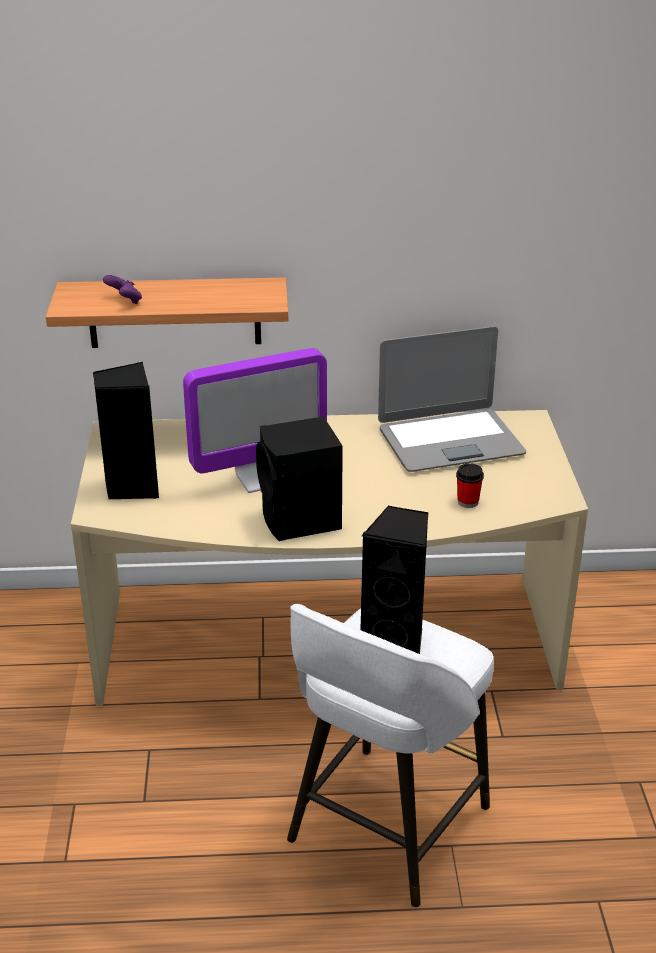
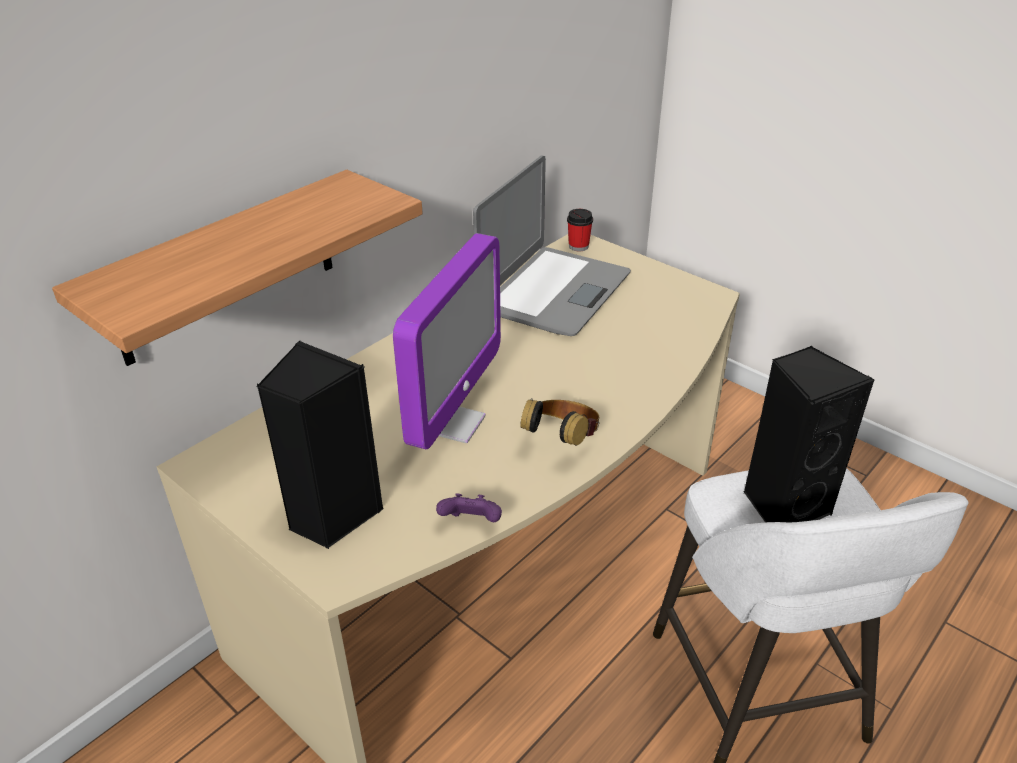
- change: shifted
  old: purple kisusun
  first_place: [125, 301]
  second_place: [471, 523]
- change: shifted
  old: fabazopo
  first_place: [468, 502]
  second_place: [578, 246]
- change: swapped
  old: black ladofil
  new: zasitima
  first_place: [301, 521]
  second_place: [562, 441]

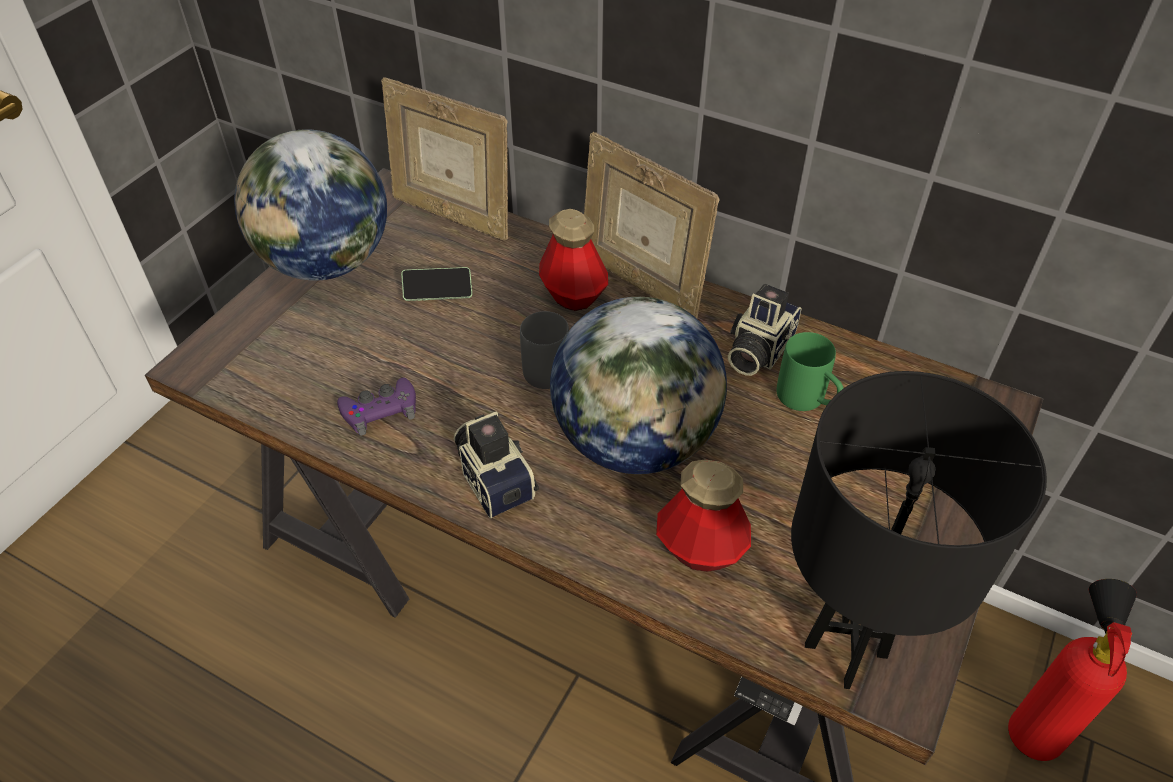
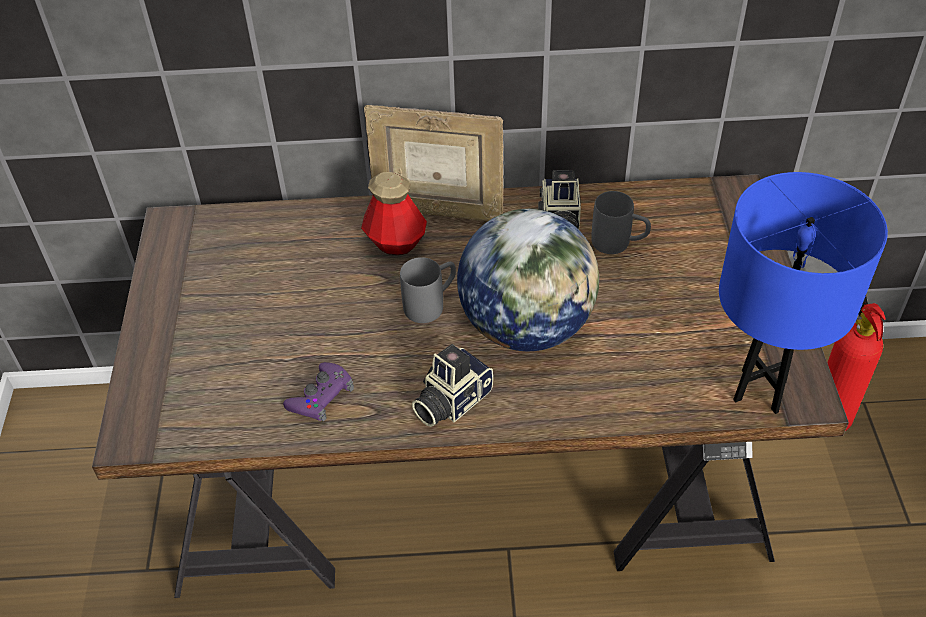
- change: gone
  old: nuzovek
  first_place: [327, 263]
- change: gone
  old: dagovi
  first_place: [452, 215]
- change: gone
  old: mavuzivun
  first_place: [438, 291]
- change: gone
  old: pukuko
  first_place: [700, 549]
- change: repainted
  old: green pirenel
  new: grey pirenel
  first_place: [808, 401]
  second_place: [619, 244]
- change: repainted
  old: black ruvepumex
  new: blue ruvepumex
  first_place: [846, 651]
  second_place: [760, 391]
- change: rotated
  old: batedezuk
  first_place: [495, 478]
  second_place: [450, 401]
  degrees: -75

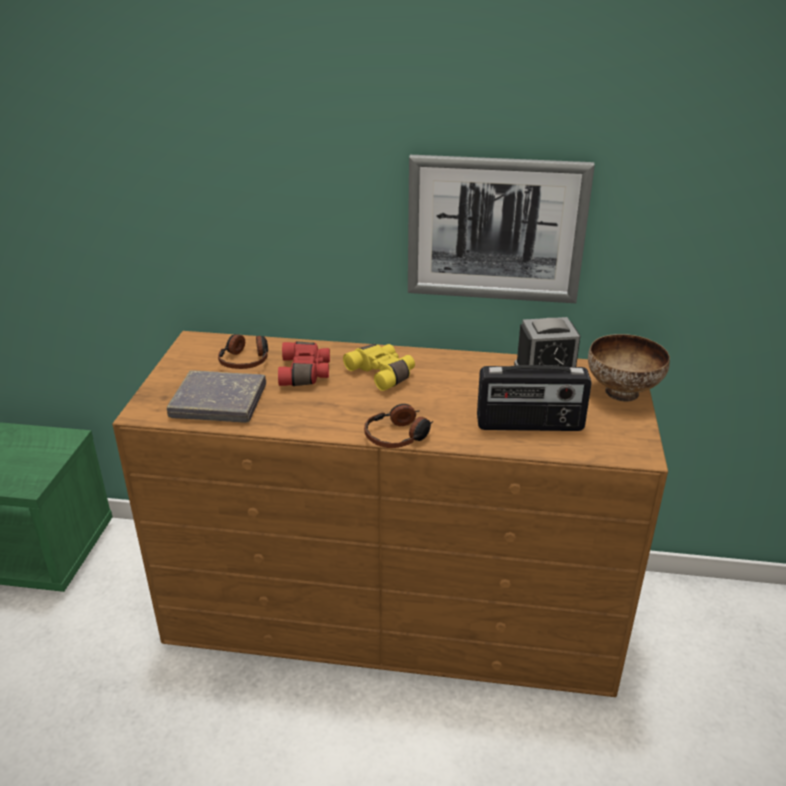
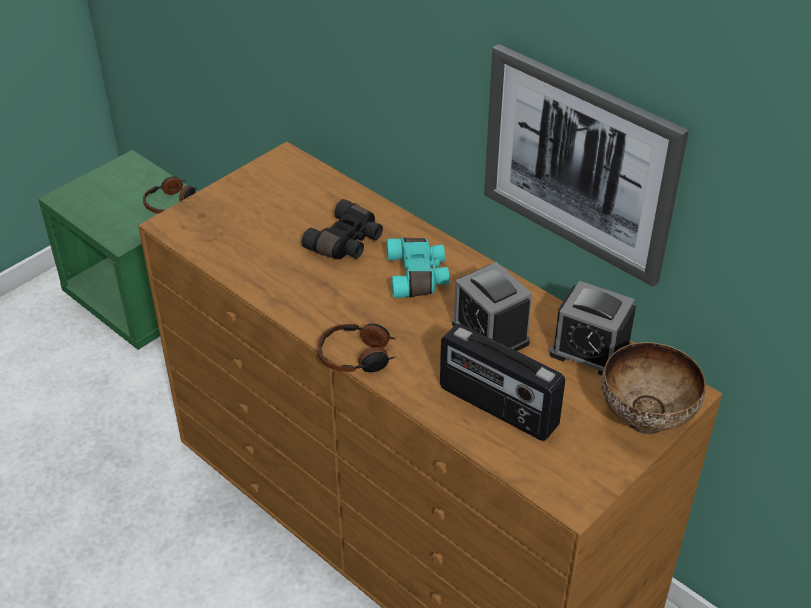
- change: gone
  old: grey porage
  first_place: [218, 402]
- change: new
  new: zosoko
  second_place: [490, 333]
- change: shifted
  old: zasitima
  first_place: [245, 360]
  second_place: [171, 203]
- change: repainted
  old: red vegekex
  new: black vegekex
  first_place: [306, 373]
  second_place: [347, 242]
- change: repainted
  old: yellow vegekex
  new: turquoise vegekex
  first_place: [383, 373]
  second_place: [418, 276]

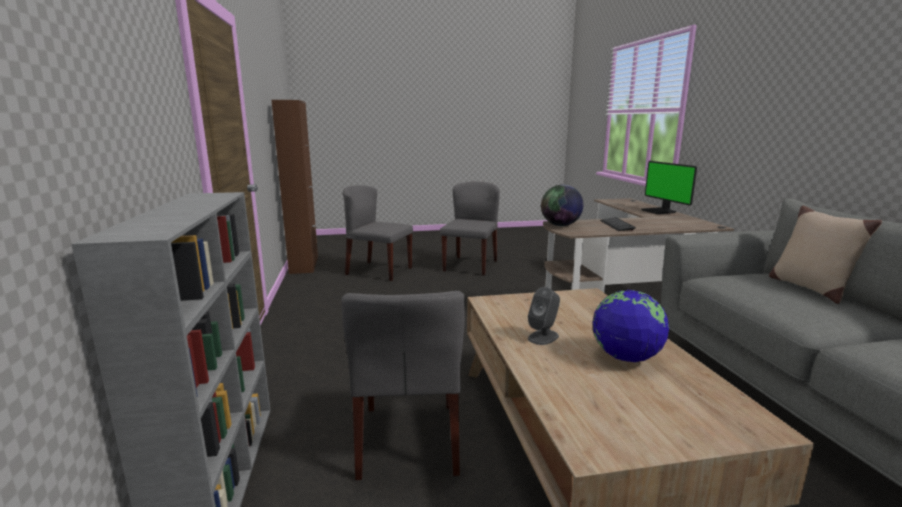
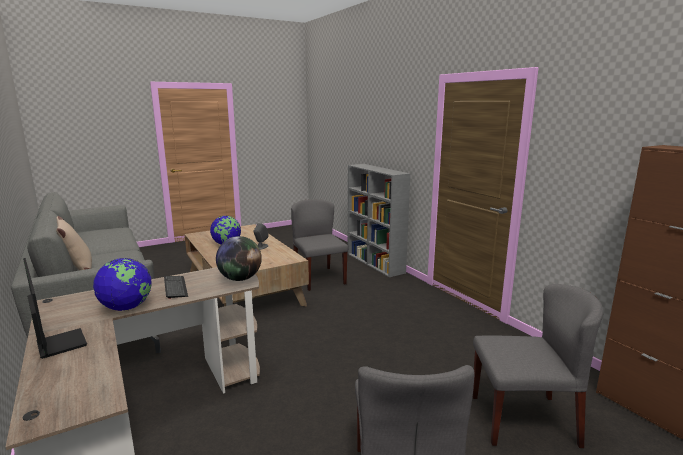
- change: new
  new: nuzovek
  second_place: [126, 307]

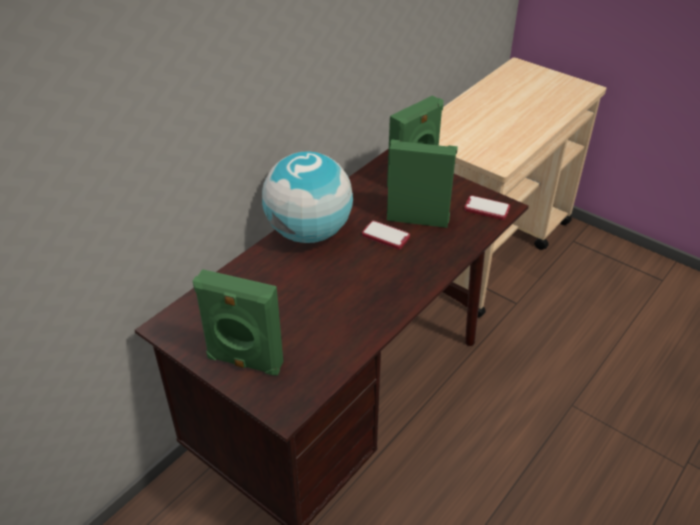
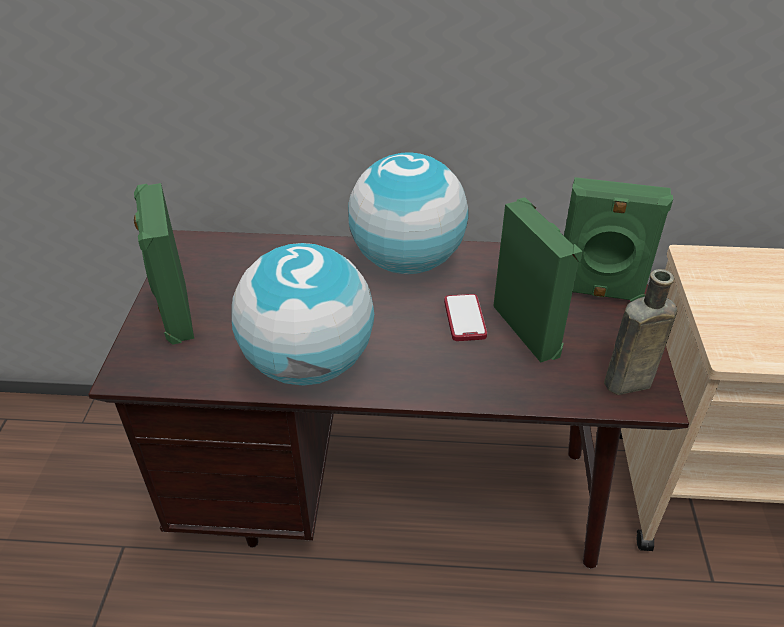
- change: new
  new: nuzovek
  second_place: [308, 363]
- change: swapped
  old: mavuzivun
  new: brown pukuko
  first_place: [486, 209]
  second_place: [625, 383]

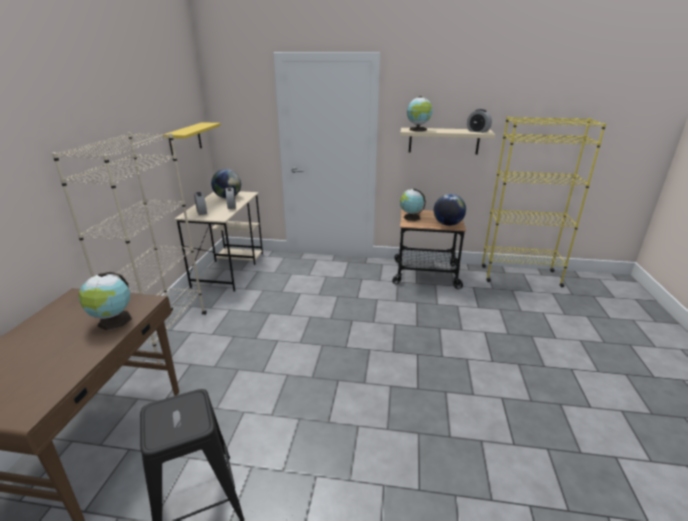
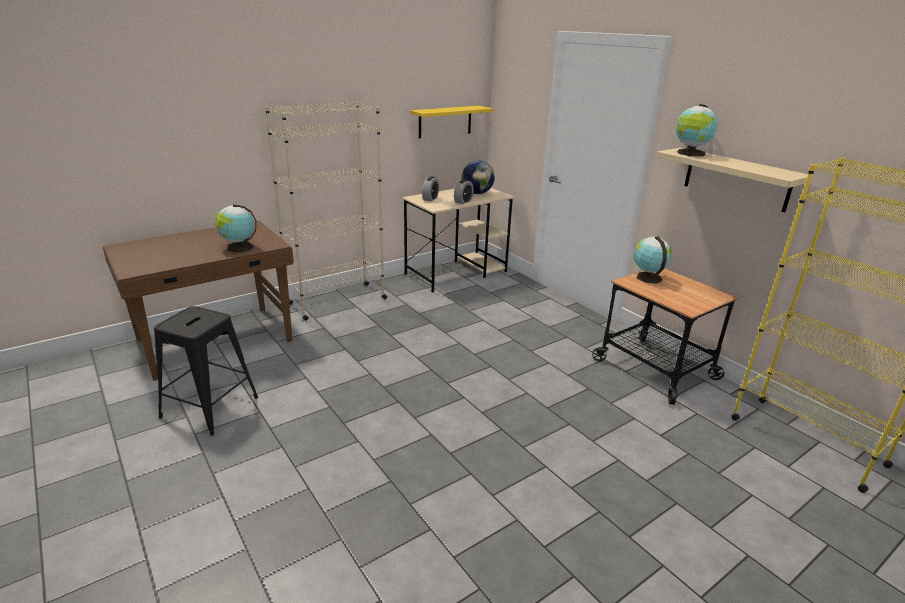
- change: gone
  old: nuzovek
  first_place: [447, 224]
- change: gone
  old: zosoko
  first_place: [477, 131]

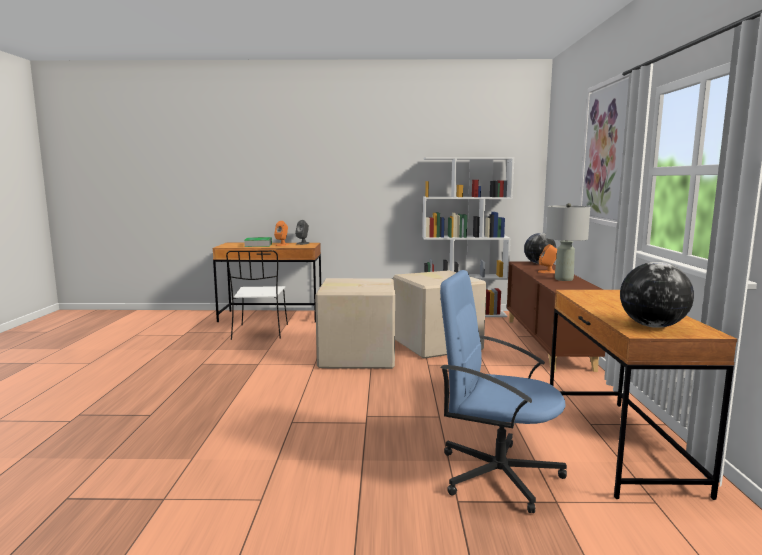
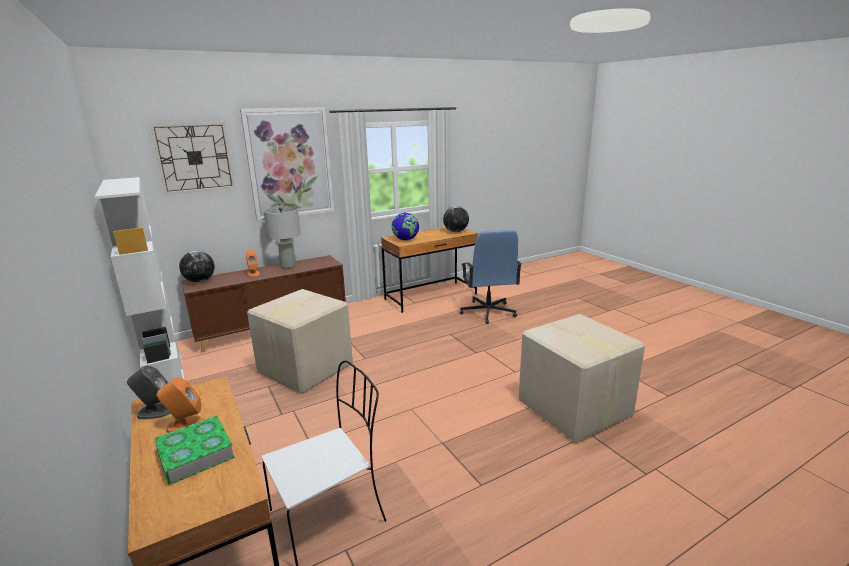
- change: new
  new: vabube
  second_place: [194, 157]
- change: new
  new: nuzovek
  second_place: [406, 240]
- change: shifted
  old: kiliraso
  first_place: [356, 356]
  second_place: [574, 409]

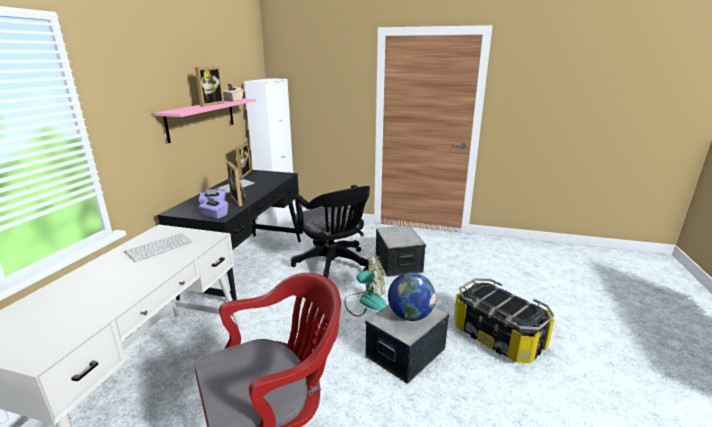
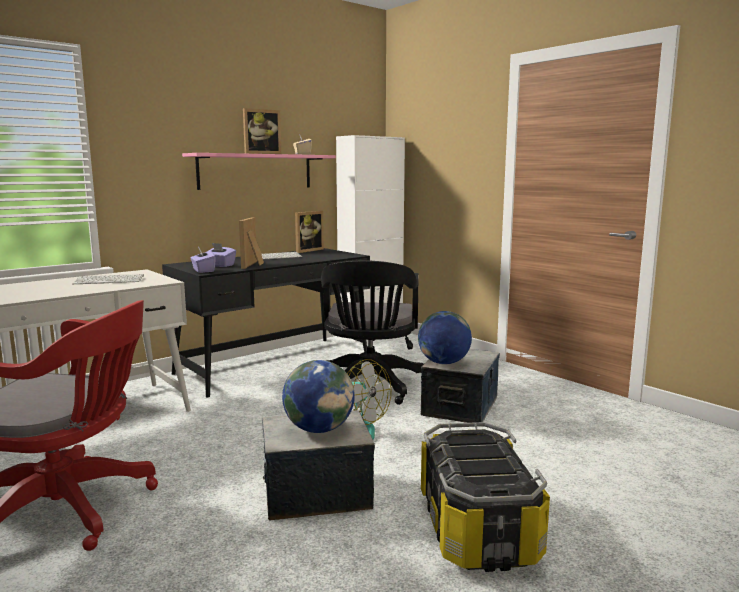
- change: new
  new: nuzovek
  second_place: [443, 363]

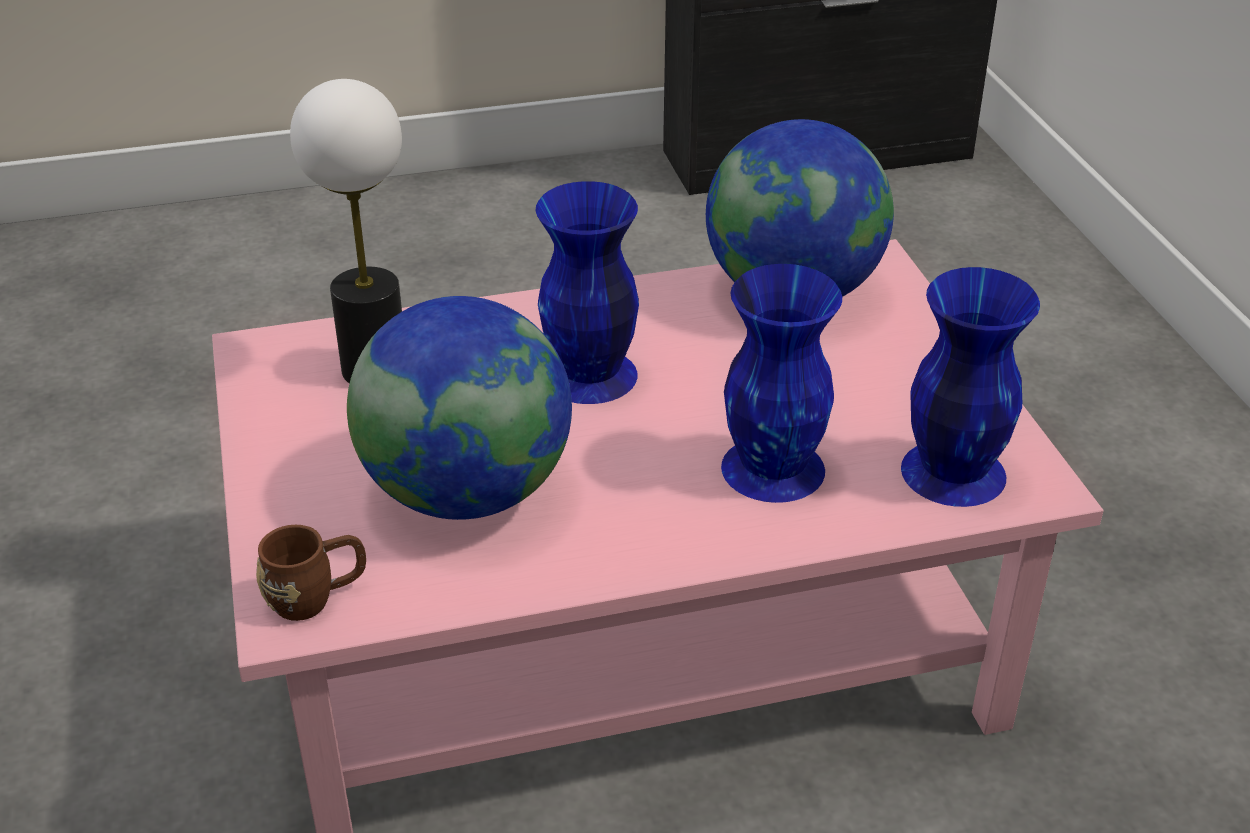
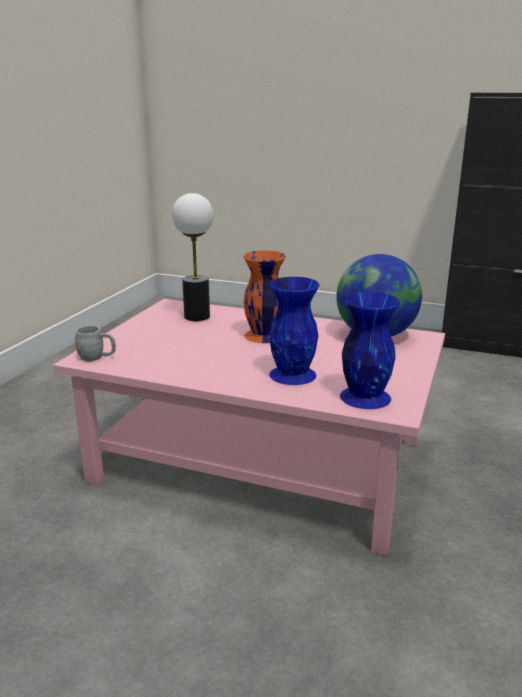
- change: gone
  old: nuzovek
  first_place: [467, 492]
- change: repainted
  old: brown pirenel
  new: grey pirenel
  first_place: [316, 597]
  second_place: [97, 357]
- change: repainted
  old: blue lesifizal
  new: orange lesifizal
  first_place: [588, 376]
  second_place: [263, 335]

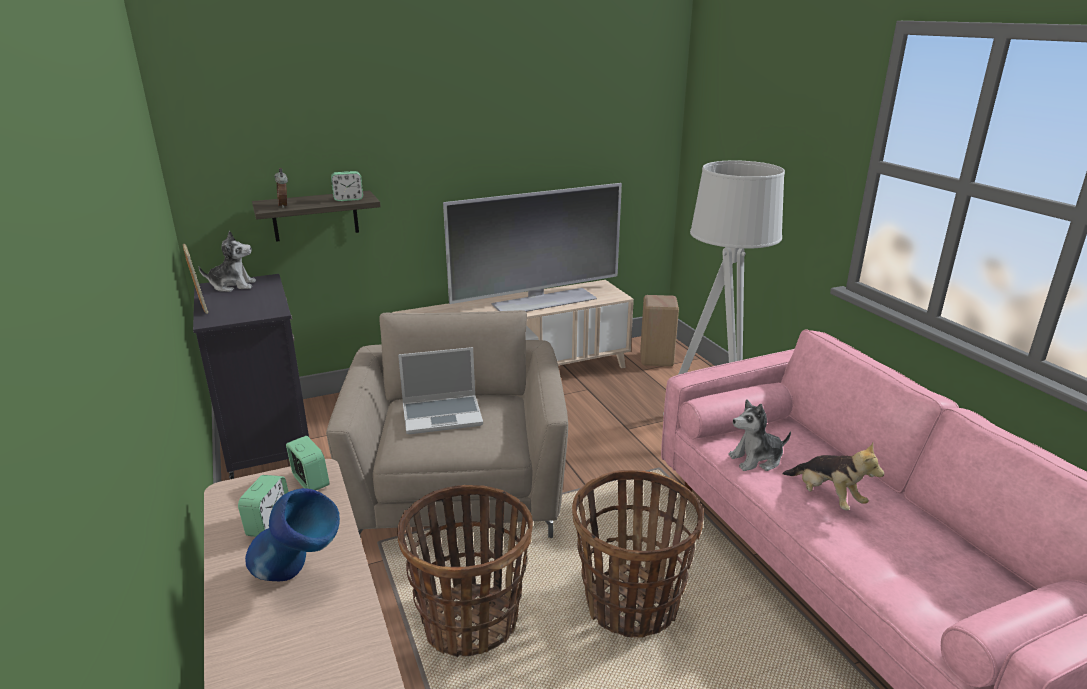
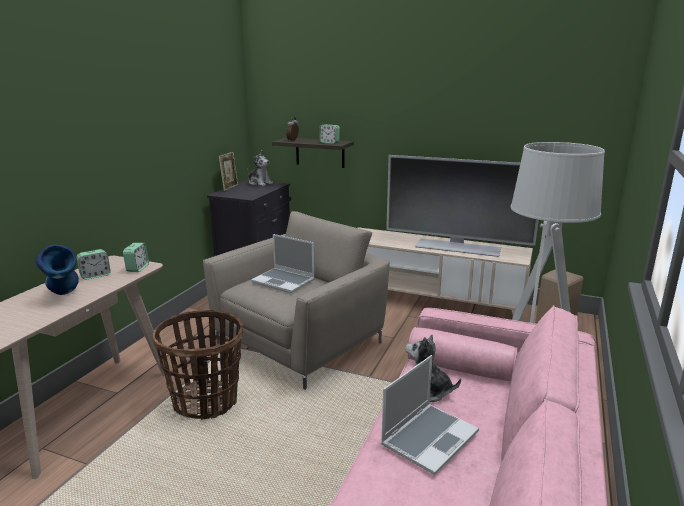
- change: gone
  old: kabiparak
  first_place: [631, 604]
- change: swapped
  old: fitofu
  new: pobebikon
  first_place: [826, 497]
  second_place: [429, 438]

